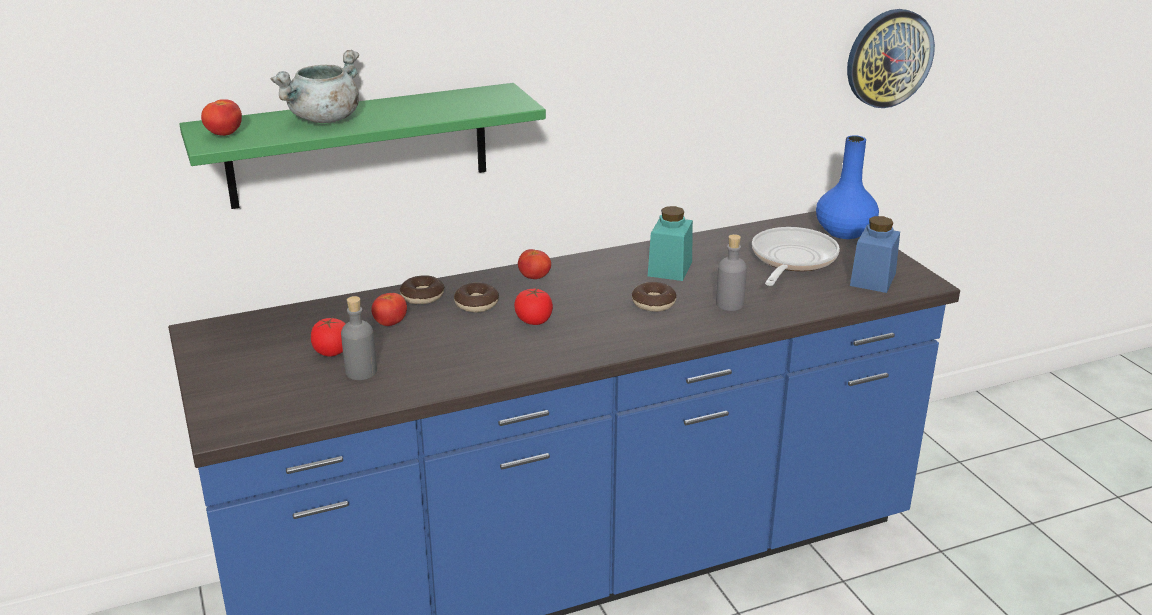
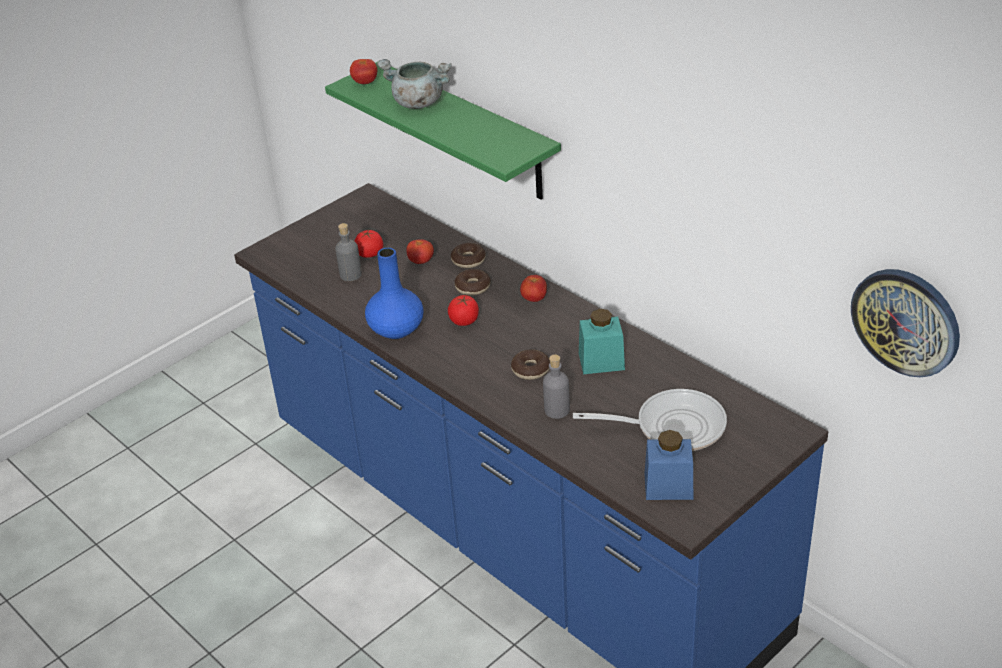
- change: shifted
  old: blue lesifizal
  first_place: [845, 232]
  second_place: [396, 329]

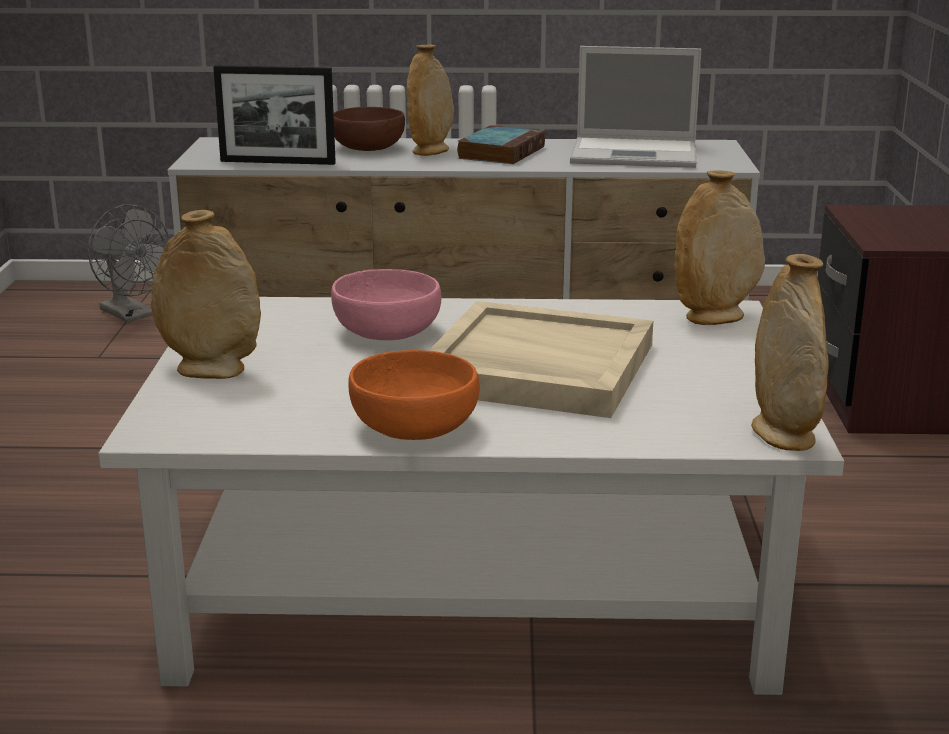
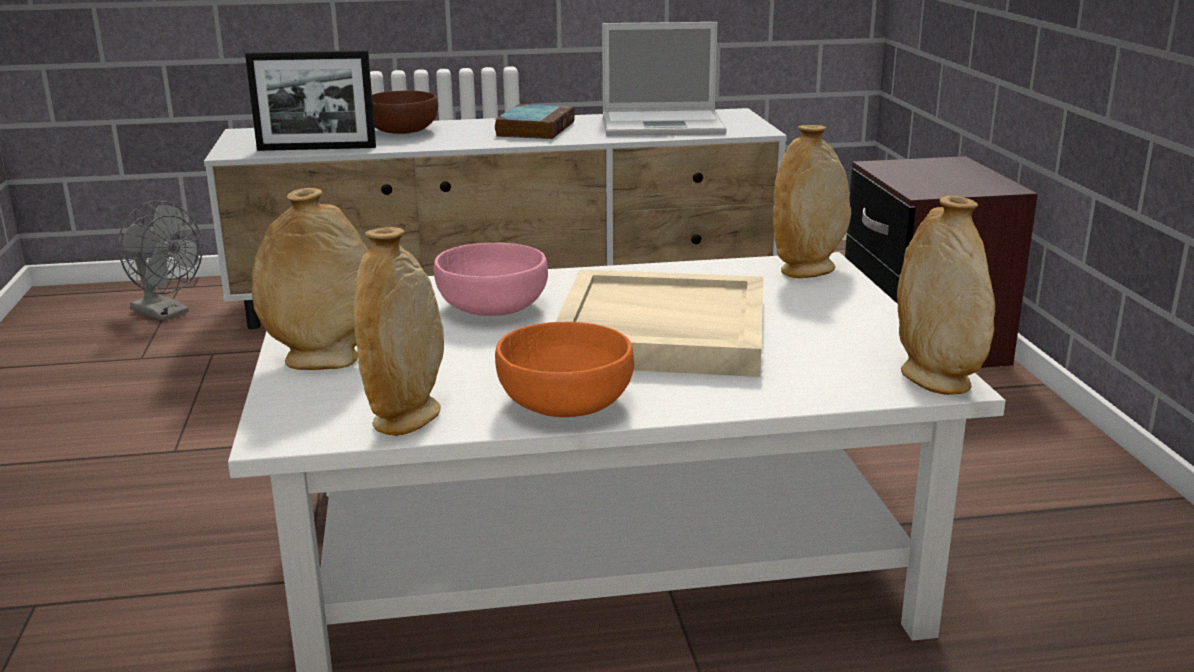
- change: shifted
  old: beige lesifizal
  first_place: [431, 151]
  second_place: [407, 418]

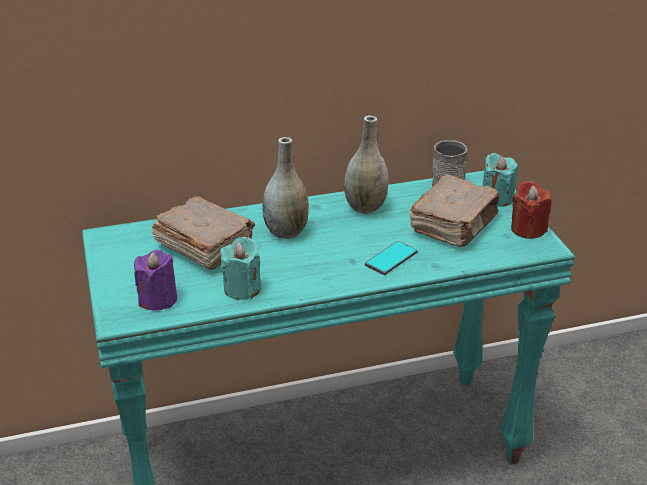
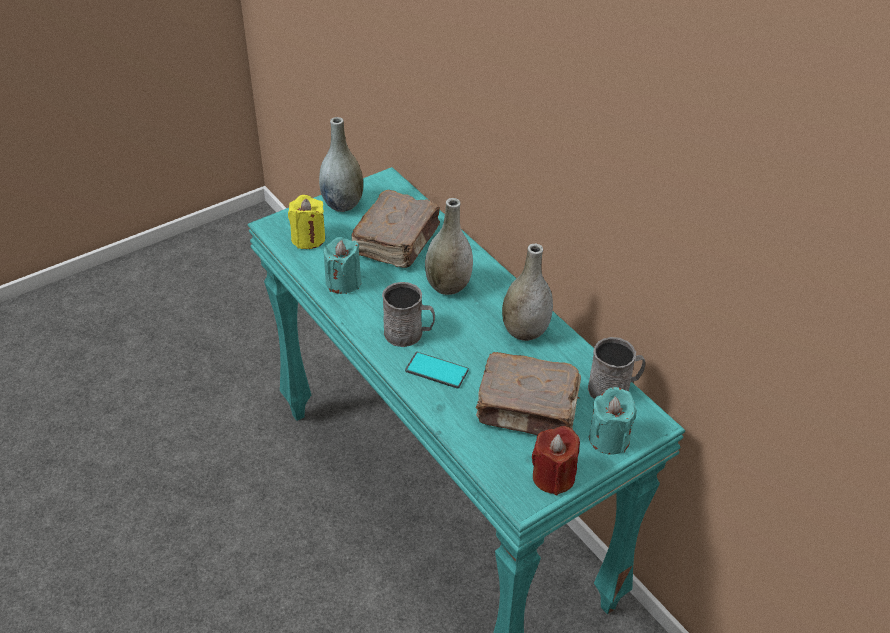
- change: new
  new: grey lesifizal
  second_place: [342, 204]
- change: new
  new: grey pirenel
  second_place: [409, 334]
- change: repainted
  old: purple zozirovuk
  new: yellow zozirovuk
  first_place: [158, 299]
  second_place: [308, 238]

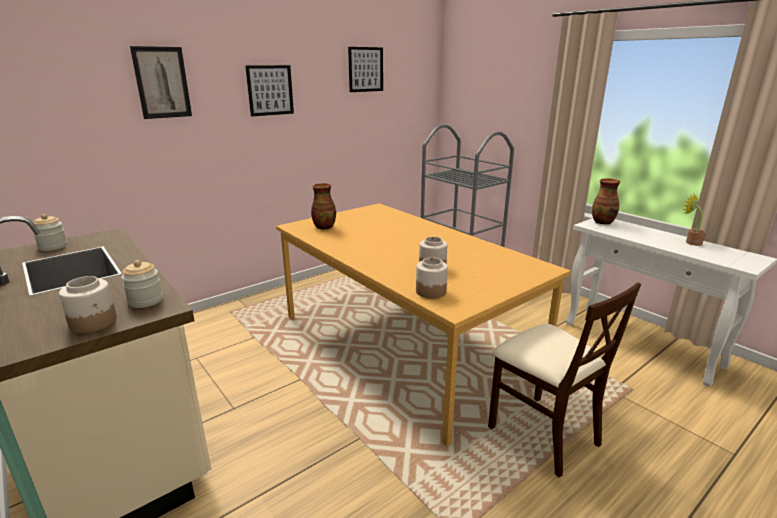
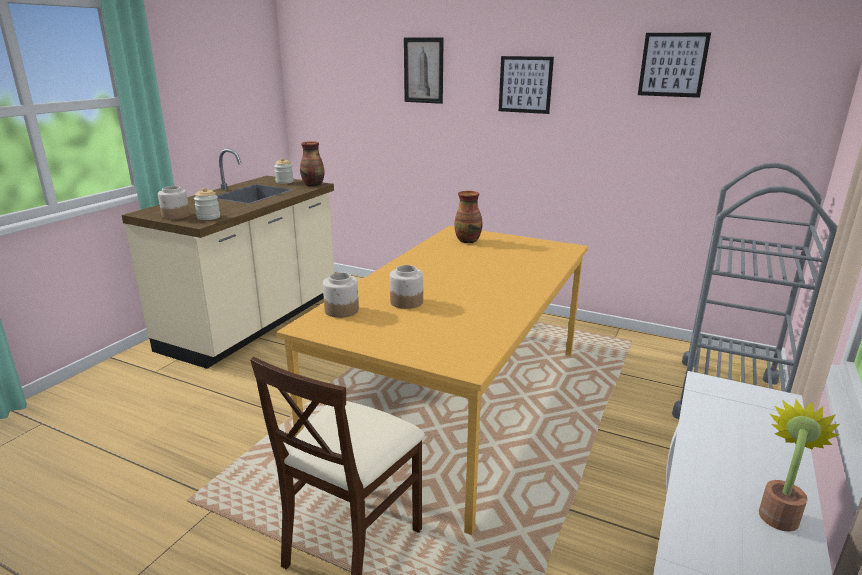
- change: shifted
  old: lesifizal
  first_place: [603, 222]
  second_place: [313, 185]

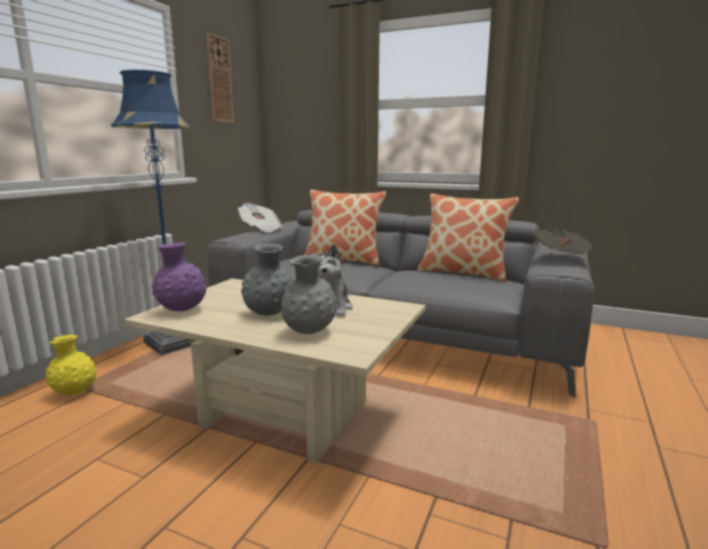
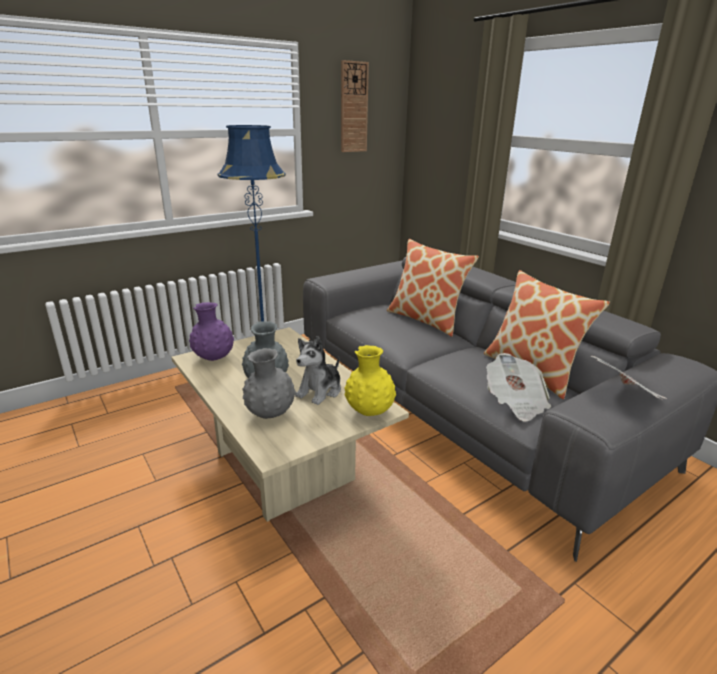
- change: shifted
  old: yellow lesifizal
  first_place: [75, 392]
  second_place: [369, 412]
- change: shifted
  old: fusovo
  first_place: [261, 229]
  second_place: [515, 402]

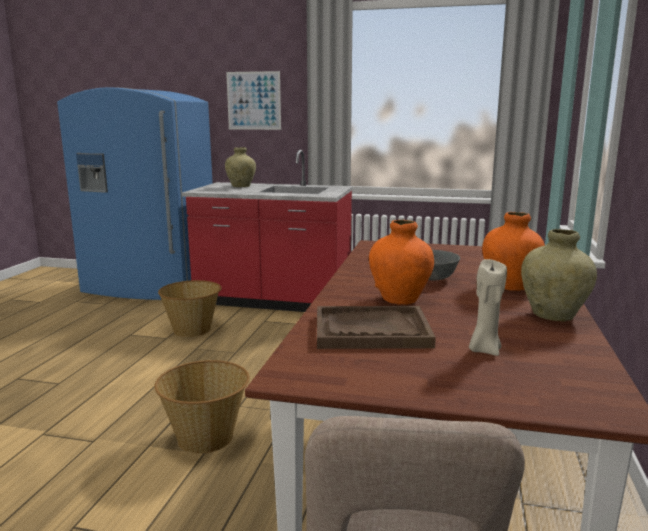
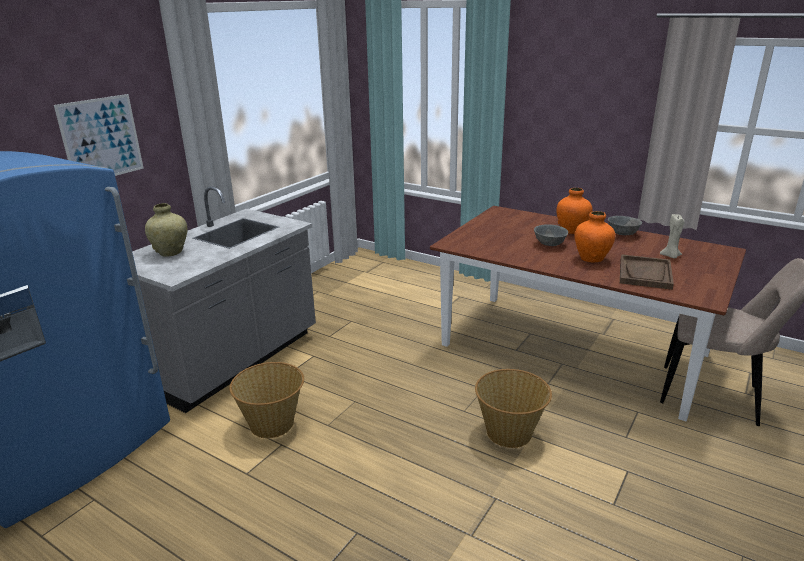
- change: swapped
  old: beige lesifizal
  new: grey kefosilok
  first_place: [553, 315]
  second_place: [622, 234]
- change: repainted
  old: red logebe
  new: grey logebe
  first_place: [273, 301]
  second_place: [234, 361]

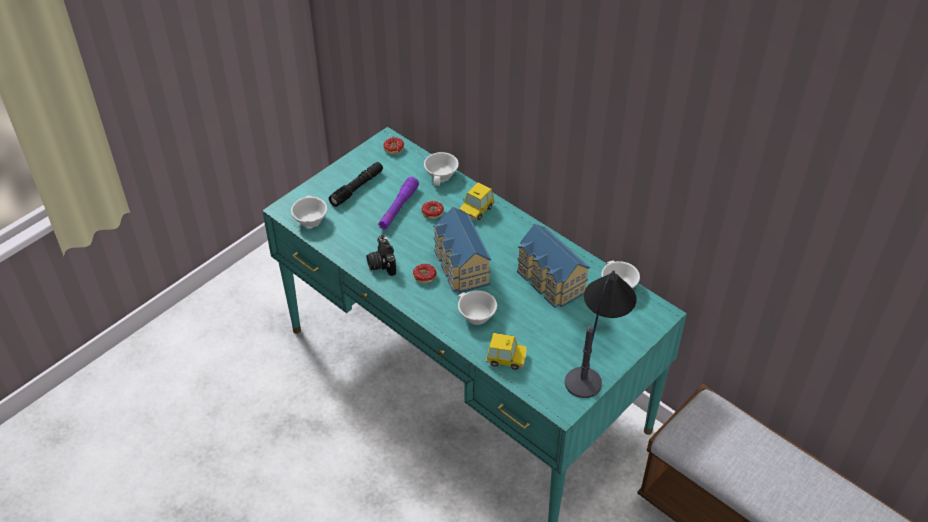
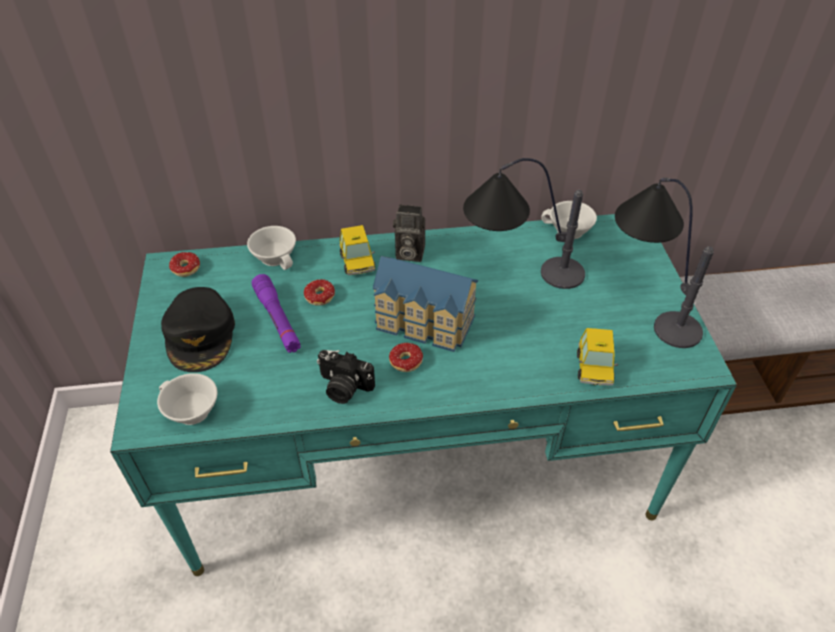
- change: gone
  old: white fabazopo
  first_place: [475, 316]
- change: new
  new: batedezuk
  second_place: [408, 253]
- change: swapped
  old: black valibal
  new: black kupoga
  first_place: [357, 188]
  second_place: [201, 335]
- change: swapped
  old: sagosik
  new: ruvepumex
  first_place: [549, 282]
  second_place: [517, 271]
- change: rotated
  old: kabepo
  first_place: [506, 358]
  second_place: [594, 368]
  degrees: 135

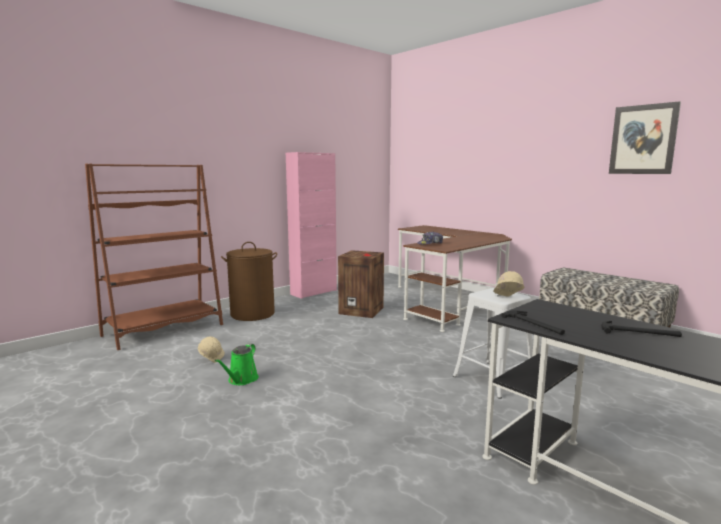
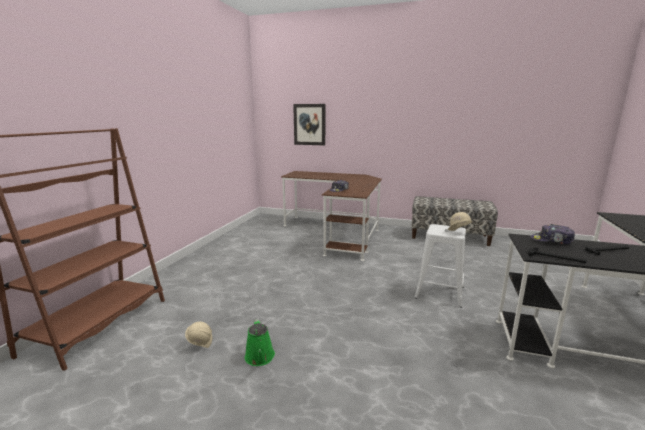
- change: gone
  old: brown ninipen
  first_place: [252, 314]
- change: gone
  old: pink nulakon
  first_place: [313, 292]
- change: gone
  old: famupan
  first_place: [362, 310]
- change: new
  new: kupoga
  second_place: [551, 241]
- change: shifted
  old: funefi
  first_place: [643, 139]
  second_place: [309, 124]

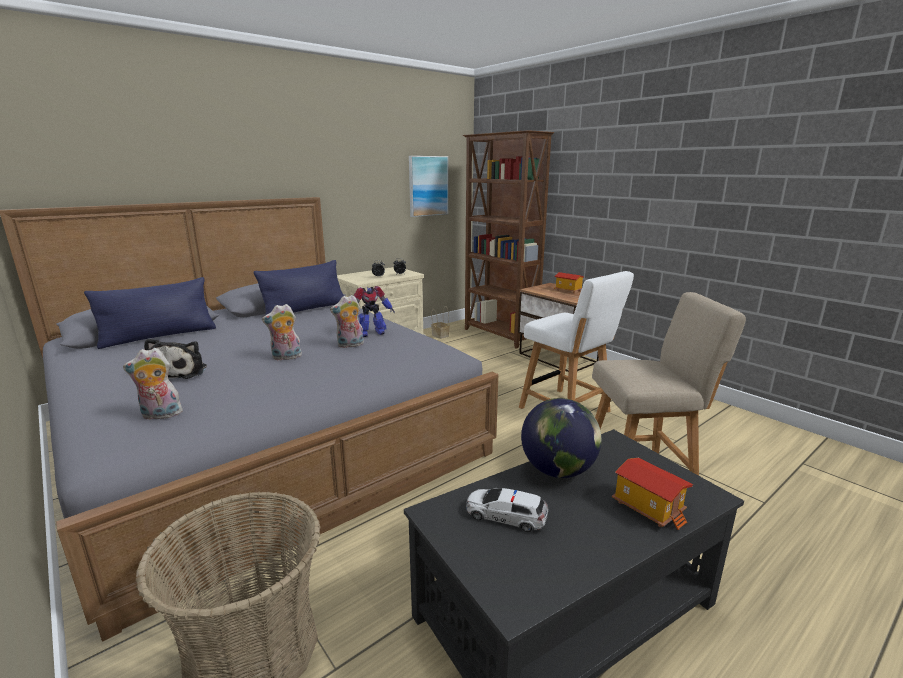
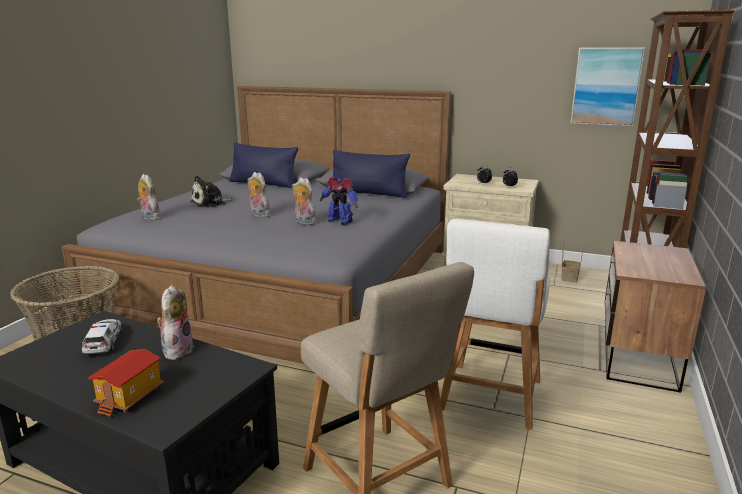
- change: gone
  old: sagosik
  first_place: [567, 291]
- change: swapped
  old: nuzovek
  new: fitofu
  first_place: [558, 470]
  second_place: [177, 350]

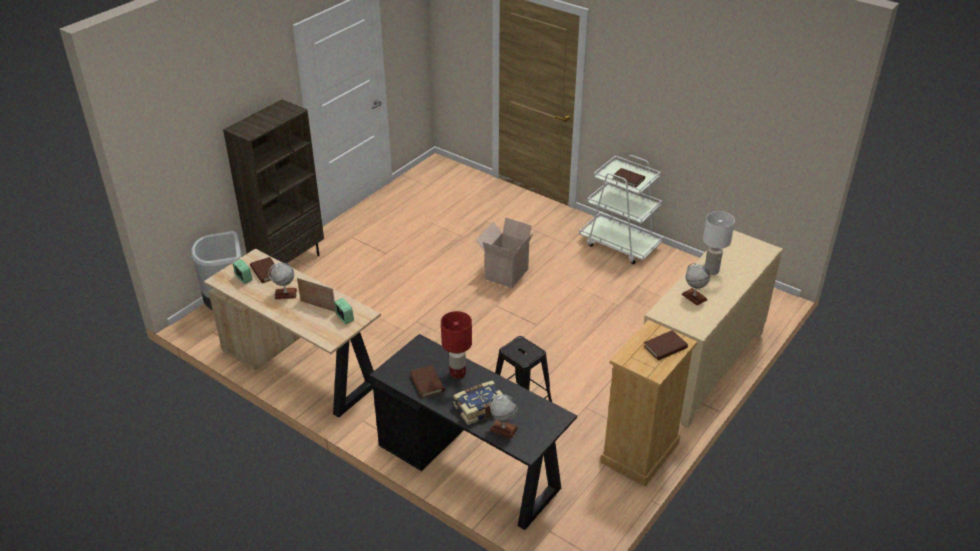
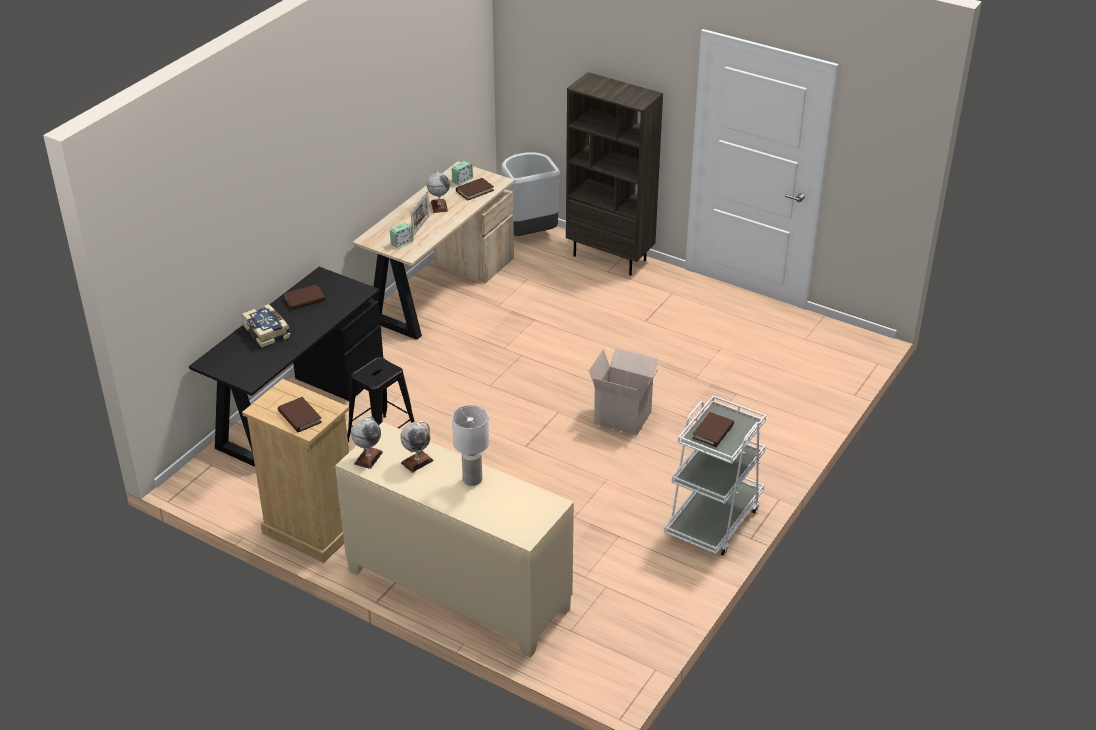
- change: gone
  old: red ruvepumex
  first_place: [457, 373]
- change: shifted
  old: nuzovek
  first_place: [503, 429]
  second_place: [368, 458]

